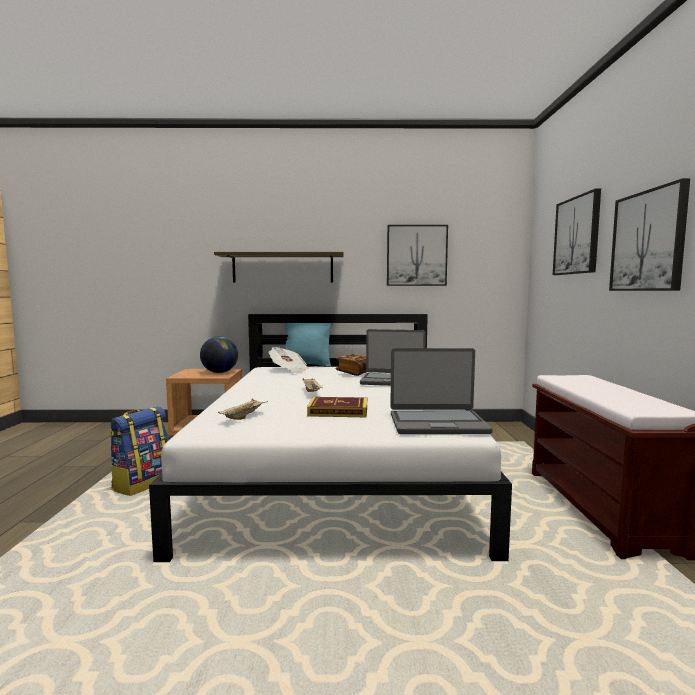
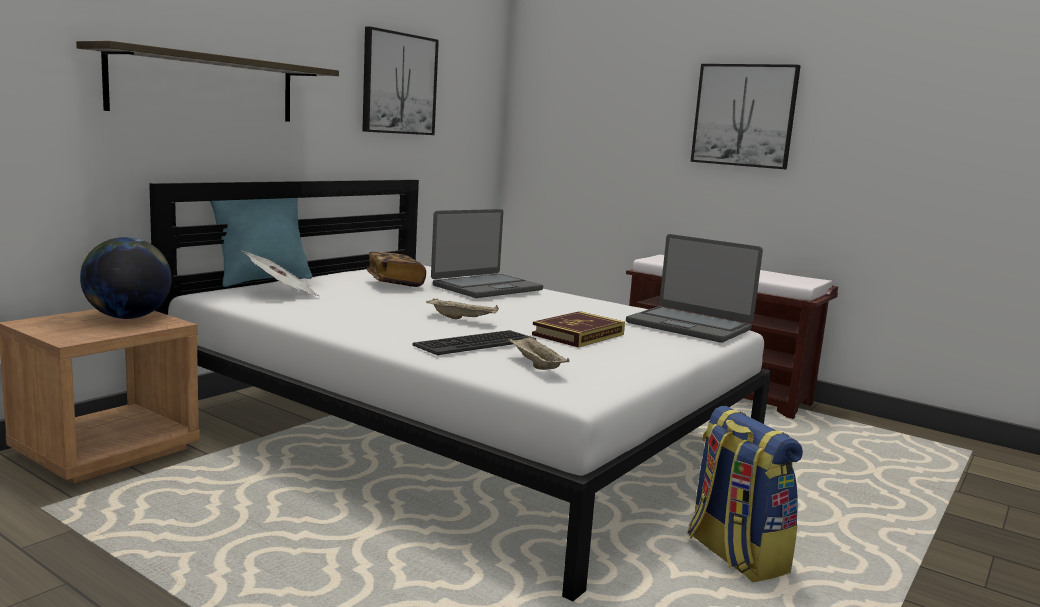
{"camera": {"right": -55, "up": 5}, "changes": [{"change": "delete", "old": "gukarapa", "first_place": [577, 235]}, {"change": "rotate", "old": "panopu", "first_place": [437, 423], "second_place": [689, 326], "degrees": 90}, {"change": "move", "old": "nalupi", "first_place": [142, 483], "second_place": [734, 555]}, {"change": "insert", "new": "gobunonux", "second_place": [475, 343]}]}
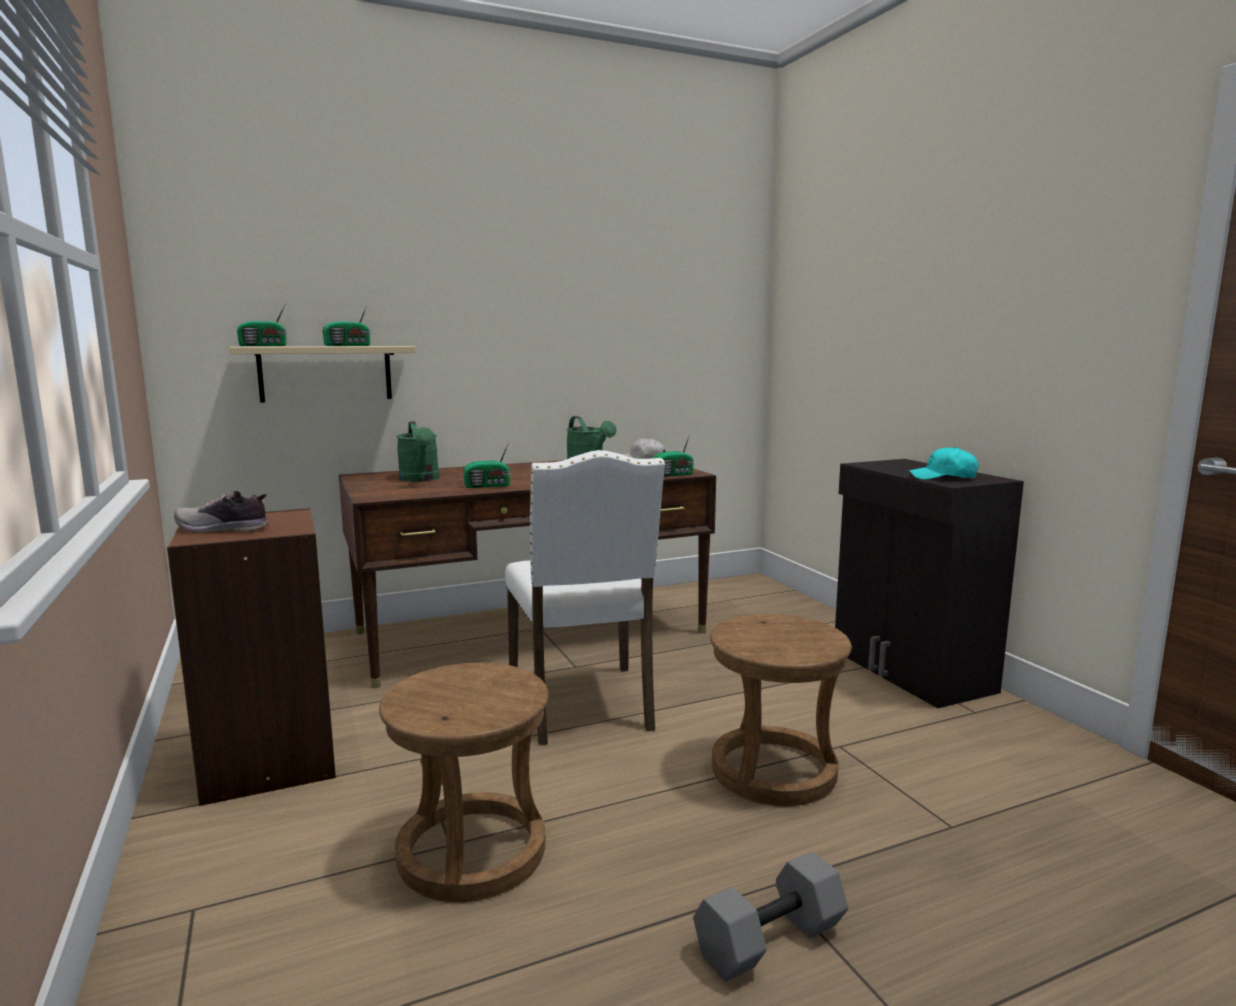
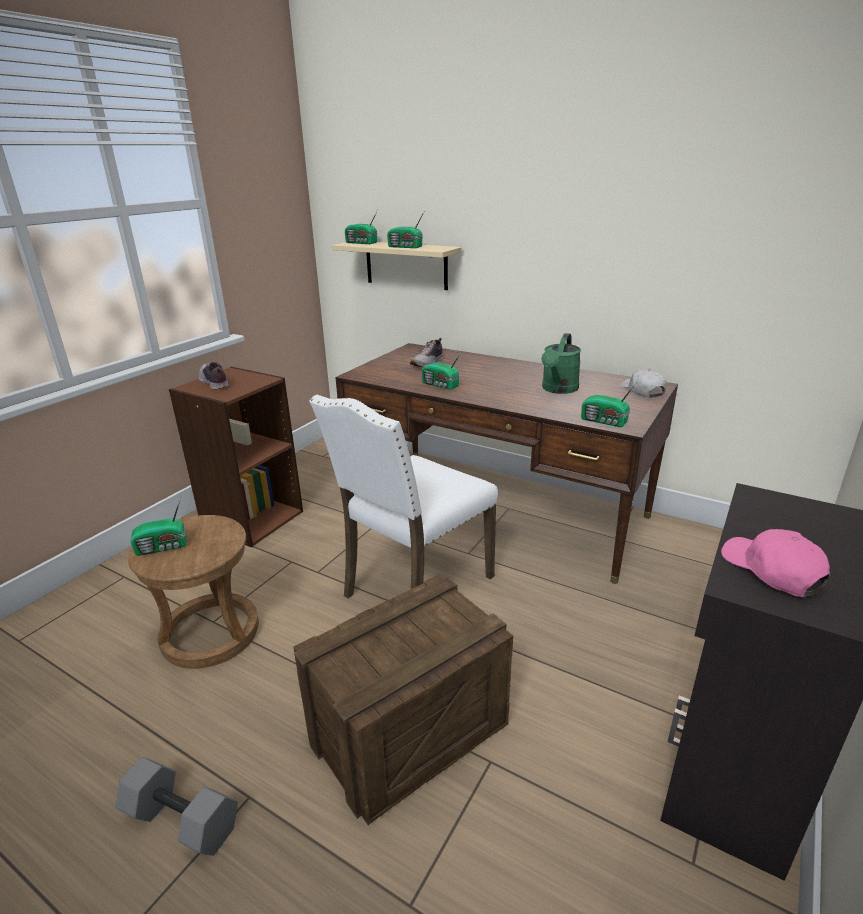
{"camera": {"right": 55, "up": 15}, "changes": [{"change": "replace", "old": "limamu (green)", "new": "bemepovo", "first_place": [420, 479], "second_place": [428, 363]}, {"change": "recolor", "old": "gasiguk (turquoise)", "new": "gasiguk (pink)", "first_place": [943, 477], "second_place": [771, 570]}, {"change": "replace", "old": "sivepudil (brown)", "new": "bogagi", "first_place": [774, 771], "second_place": [408, 732]}, {"change": "insert", "new": "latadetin", "second_place": [163, 547]}]}
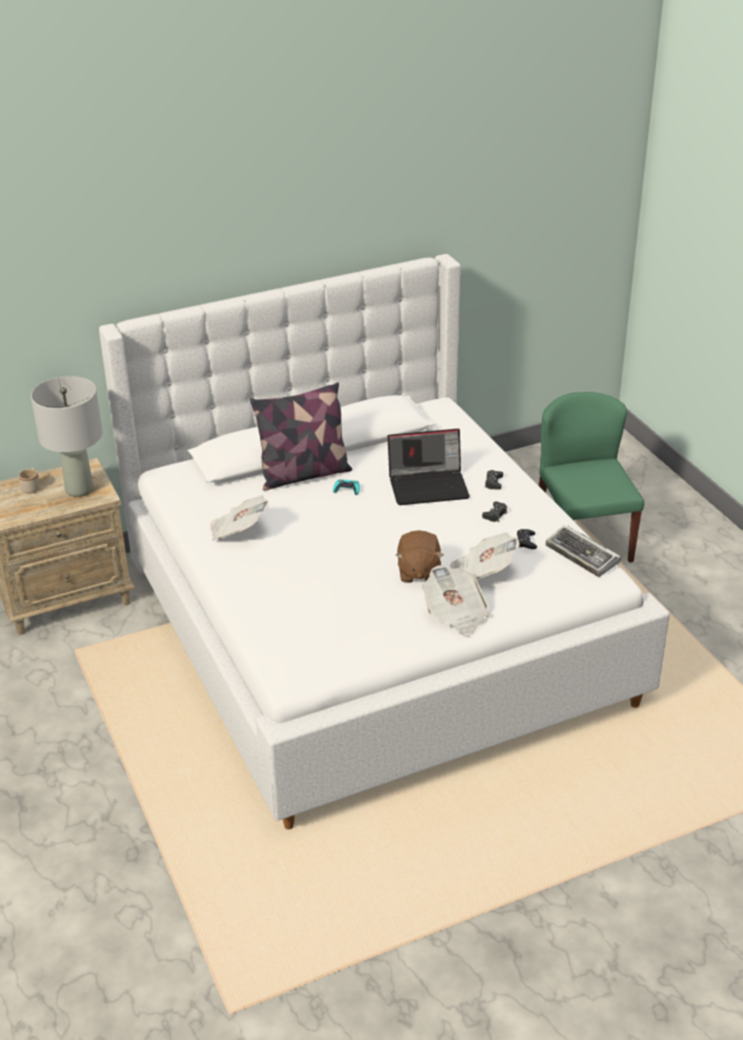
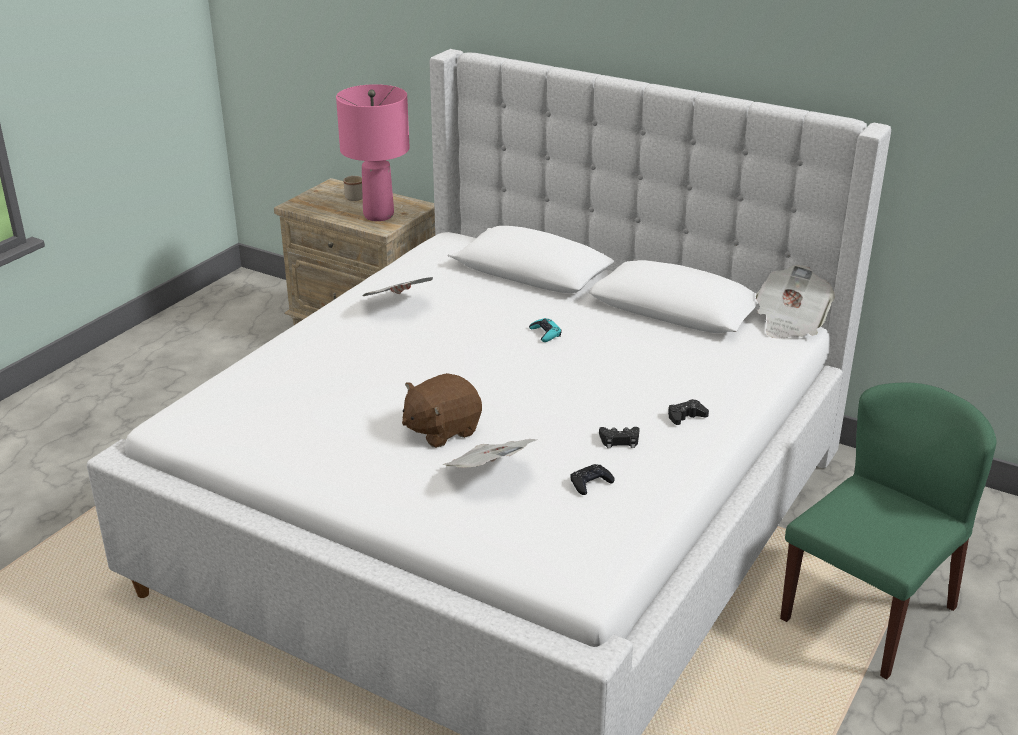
{"camera": {"right": 55, "up": -5}, "changes": [{"change": "recolor", "old": "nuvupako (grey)", "new": "nuvupako (pink)", "first_place": [79, 489], "second_place": [379, 215]}, {"change": "delete", "old": "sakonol", "first_place": [303, 474]}, {"change": "delete", "old": "panopu", "first_place": [429, 486]}, {"change": "delete", "old": "gobunonux", "first_place": [583, 555]}, {"change": "move", "old": "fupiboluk", "first_place": [455, 615], "second_place": [790, 322]}]}
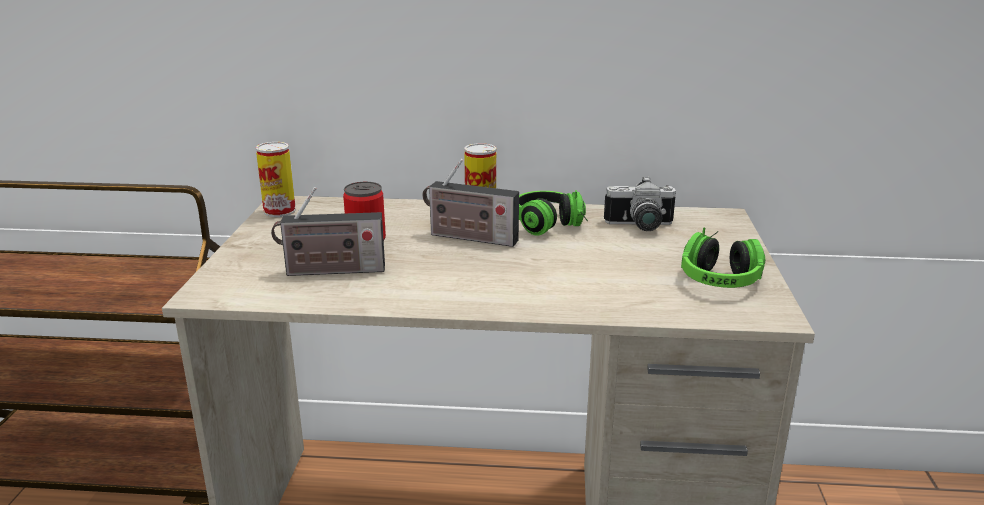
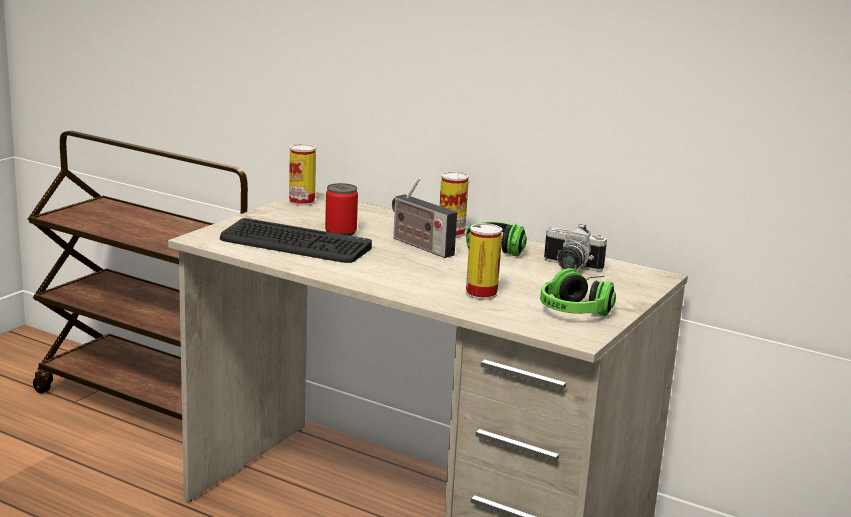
{"camera": {"right": 25, "up": -5}, "changes": [{"change": "replace", "old": "latadetin", "new": "gobunonux", "first_place": [331, 271], "second_place": [294, 244]}, {"change": "insert", "new": "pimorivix", "second_place": [481, 293]}]}
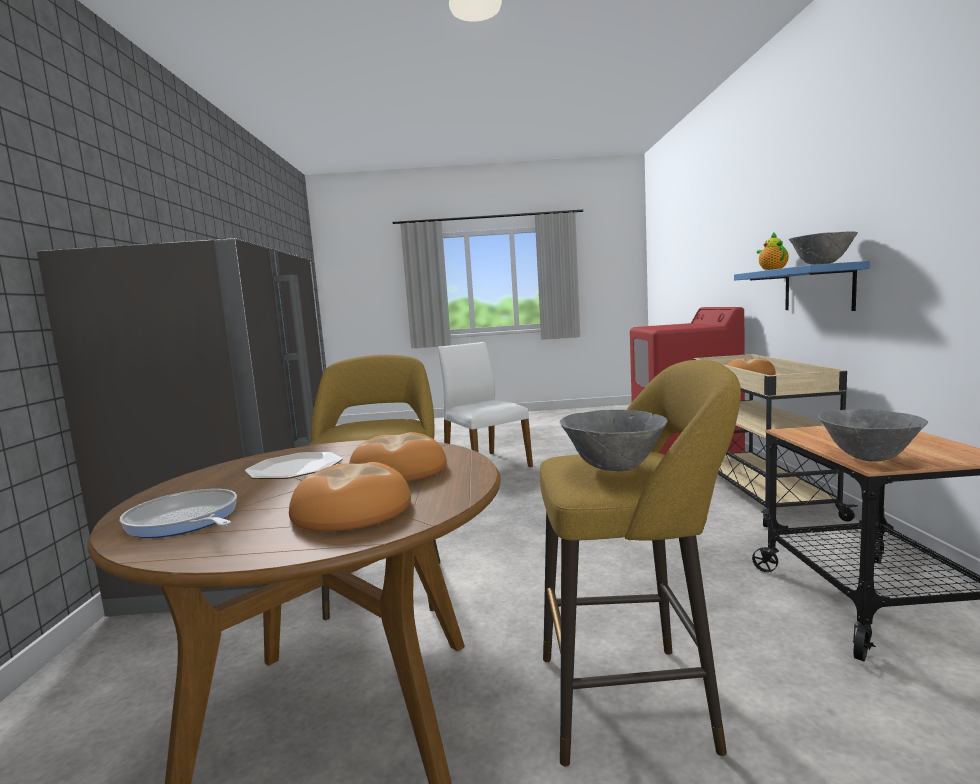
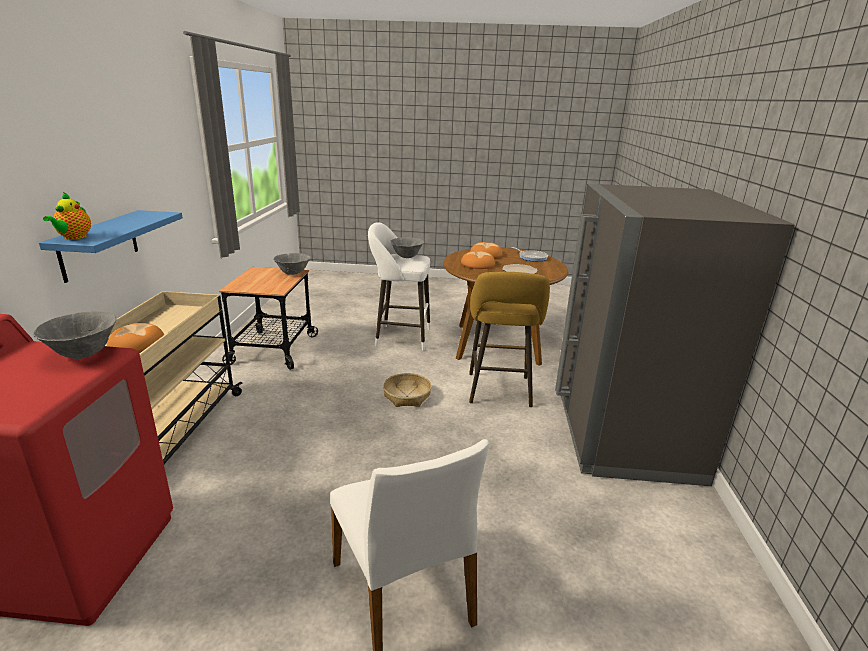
{"camera": {"right": -175, "up": 15}, "changes": [{"change": "move", "old": "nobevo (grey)", "first_place": [821, 264], "second_place": [84, 354]}, {"change": "recolor", "old": "sivepudil (yellow)", "new": "sivepudil (white)", "first_place": [635, 700], "second_place": [399, 337]}, {"change": "insert", "new": "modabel", "second_place": [406, 396]}]}
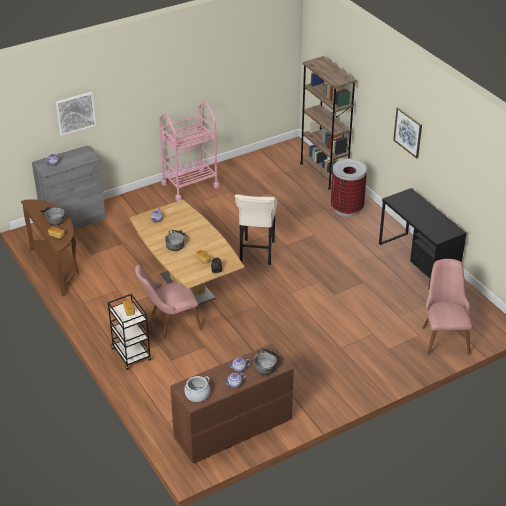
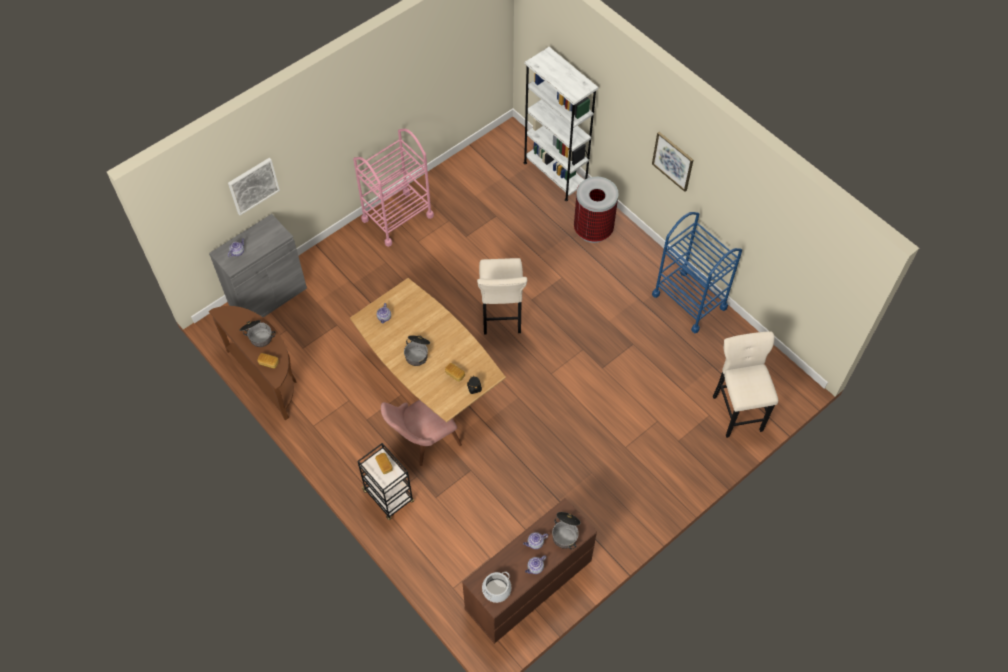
{"camera": {"right": -10, "up": 20}, "changes": [{"change": "recolor", "old": "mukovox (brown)", "new": "mukovox (white)", "first_place": [324, 173], "second_place": [555, 174]}, {"change": "replace", "old": "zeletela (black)", "new": "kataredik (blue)", "first_place": [417, 261], "second_place": [689, 301]}, {"change": "replace", "old": "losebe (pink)", "new": "sivepudil (beige)", "first_place": [443, 335], "second_place": [736, 410]}]}
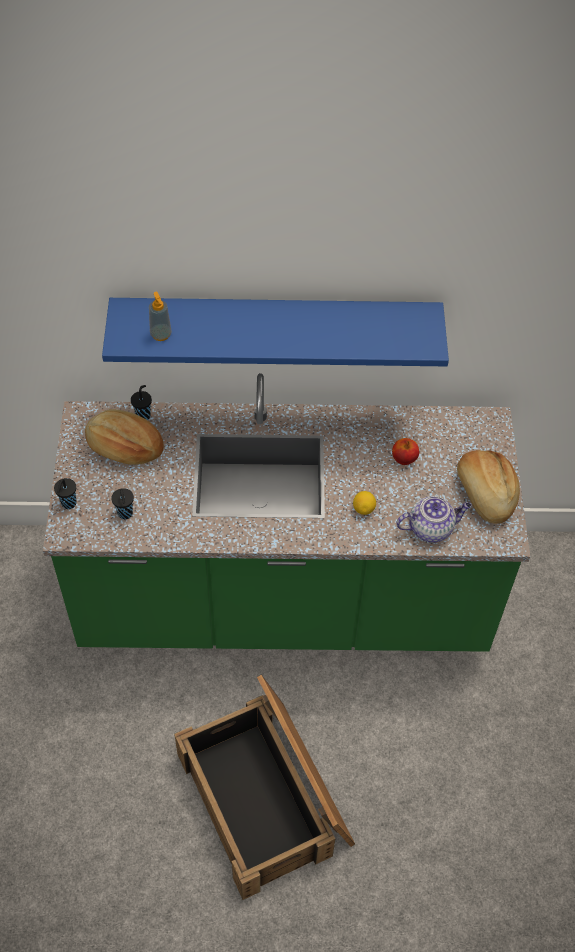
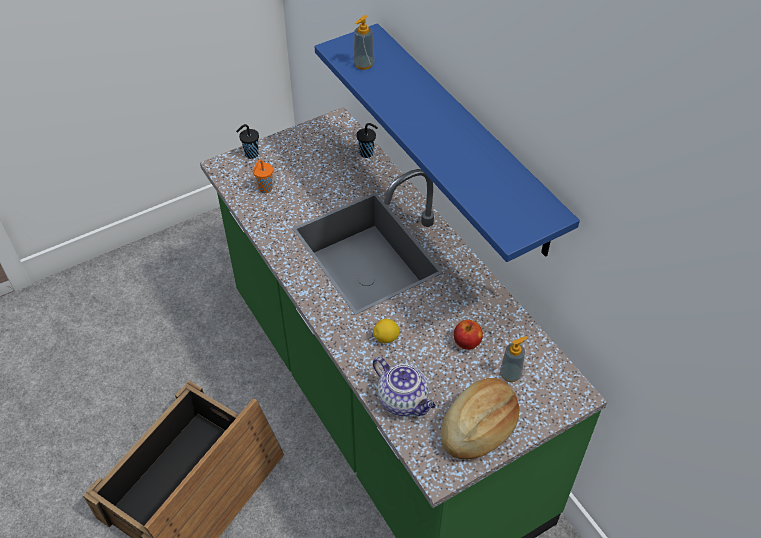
{"camera": {"right": 60, "up": -5}, "changes": [{"change": "delete", "old": "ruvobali", "first_place": [124, 447]}, {"change": "recolor", "old": "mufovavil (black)", "new": "mufovavil (orange)", "first_place": [125, 514], "second_place": [264, 189]}, {"change": "insert", "new": "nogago", "second_place": [510, 374]}]}
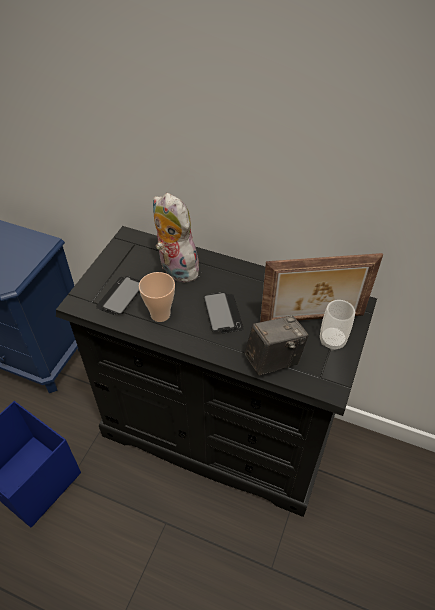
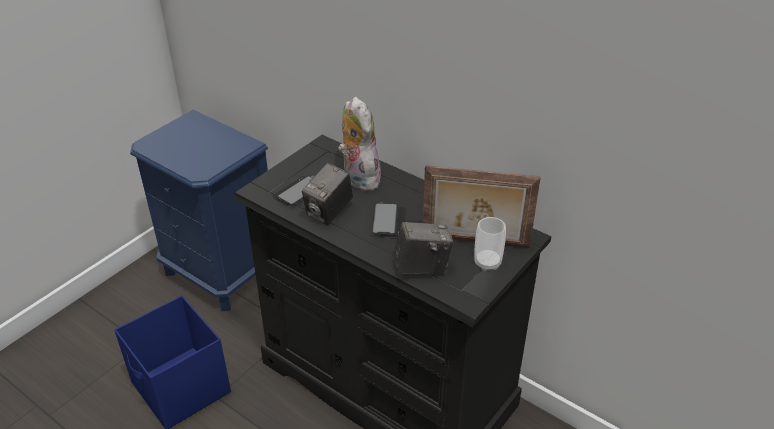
{"camera": {"right": 15, "up": -10}, "changes": [{"change": "replace", "old": "mufovavil", "new": "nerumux", "first_place": [160, 314], "second_place": [329, 212]}]}
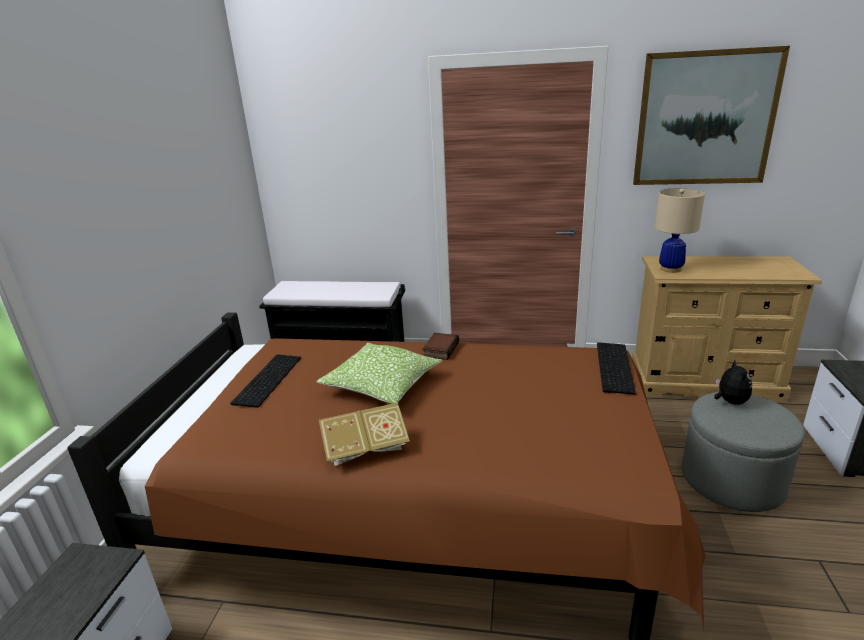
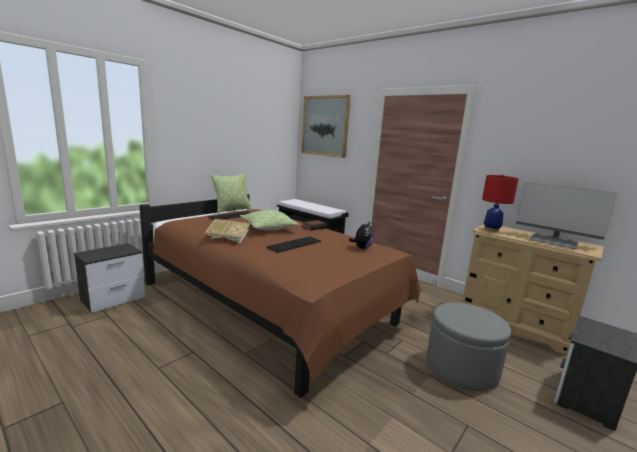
{"camera": {"right": 30, "up": -10}, "changes": [{"change": "move", "old": "gukarapa", "first_place": [705, 119], "second_place": [325, 126]}, {"change": "recolor", "old": "nuvupako (beige)", "new": "nuvupako (red)", "first_place": [670, 269], "second_place": [491, 229]}, {"change": "move", "old": "gobunonux", "first_place": [612, 366], "second_place": [294, 244]}, {"change": "move", "old": "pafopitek", "first_place": [729, 402], "second_place": [362, 248]}, {"change": "insert", "new": "sakonol", "second_place": [232, 209]}, {"change": "insert", "new": "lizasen", "second_place": [553, 241]}]}
